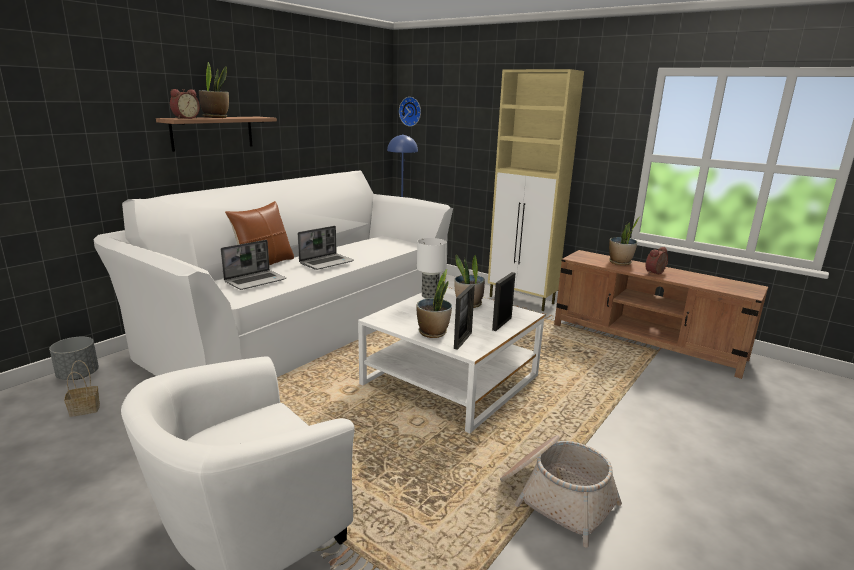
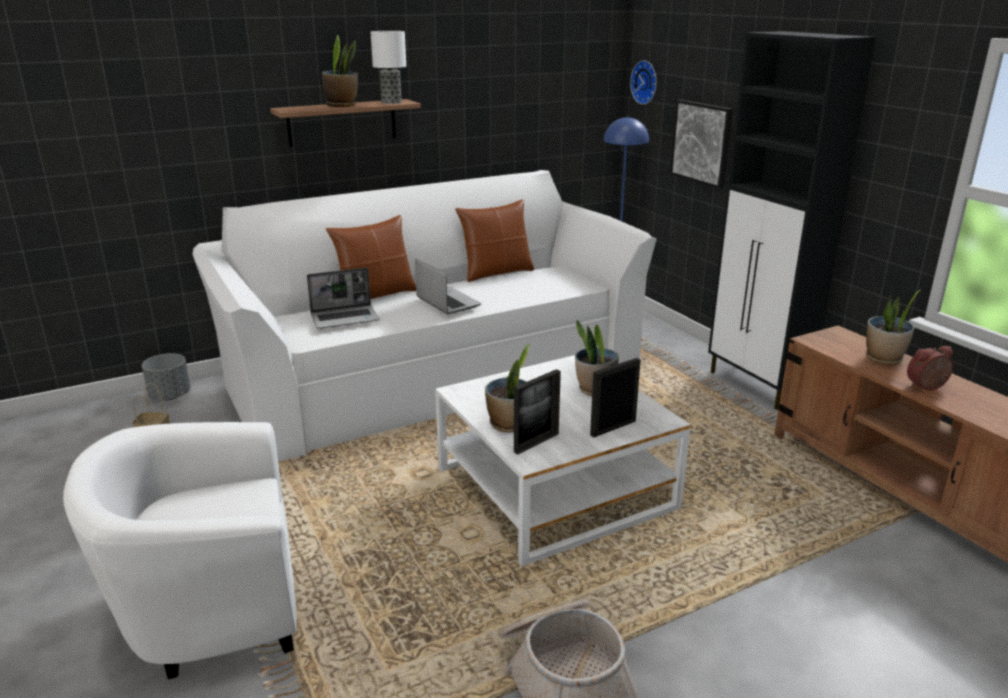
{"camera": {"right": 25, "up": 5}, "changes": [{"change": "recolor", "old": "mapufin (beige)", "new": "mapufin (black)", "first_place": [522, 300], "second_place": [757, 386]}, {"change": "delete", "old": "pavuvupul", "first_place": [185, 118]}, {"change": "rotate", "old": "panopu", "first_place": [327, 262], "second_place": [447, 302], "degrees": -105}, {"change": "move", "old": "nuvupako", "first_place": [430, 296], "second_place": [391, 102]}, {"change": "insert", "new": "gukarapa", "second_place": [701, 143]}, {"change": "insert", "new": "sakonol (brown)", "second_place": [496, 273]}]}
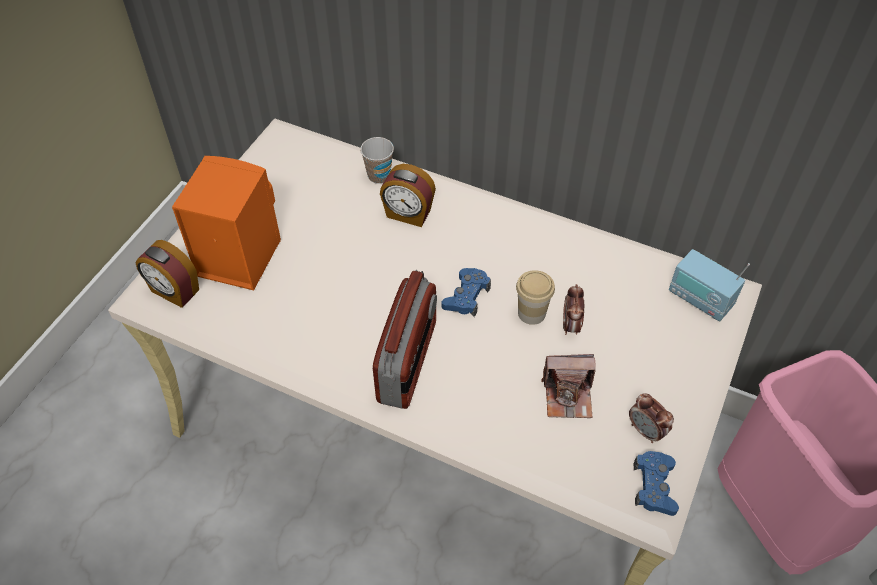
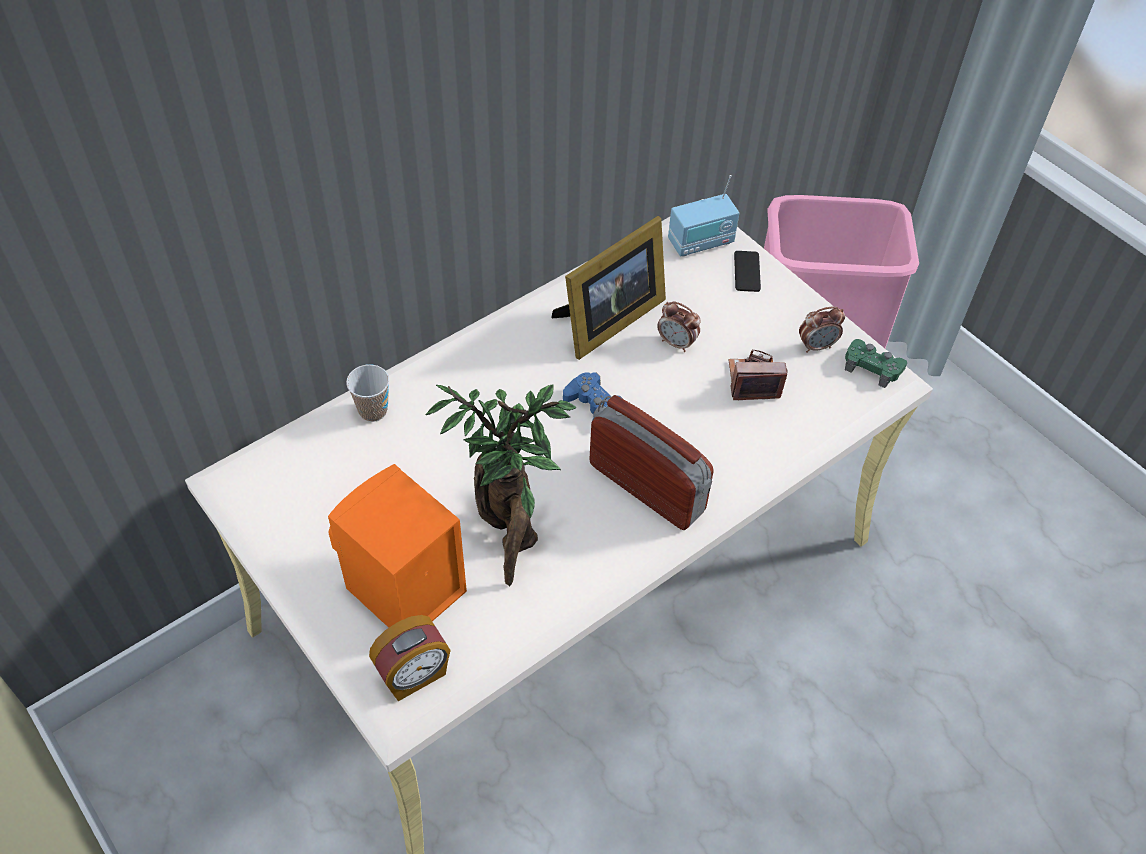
{"camera": {"right": -65, "up": 0}, "changes": [{"change": "delete", "old": "pavuvupul", "first_place": [408, 214]}, {"change": "delete", "old": "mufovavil", "first_place": [531, 313]}, {"change": "rotate", "old": "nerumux", "first_place": [568, 395], "second_place": [753, 381], "degrees": -120}, {"change": "recolor", "old": "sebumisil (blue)", "new": "sebumisil (green)", "first_place": [654, 487], "second_place": [872, 367]}, {"change": "insert", "new": "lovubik", "second_place": [607, 321]}, {"change": "insert", "new": "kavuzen", "second_place": [747, 272]}, {"change": "insert", "new": "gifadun", "second_place": [509, 535]}]}
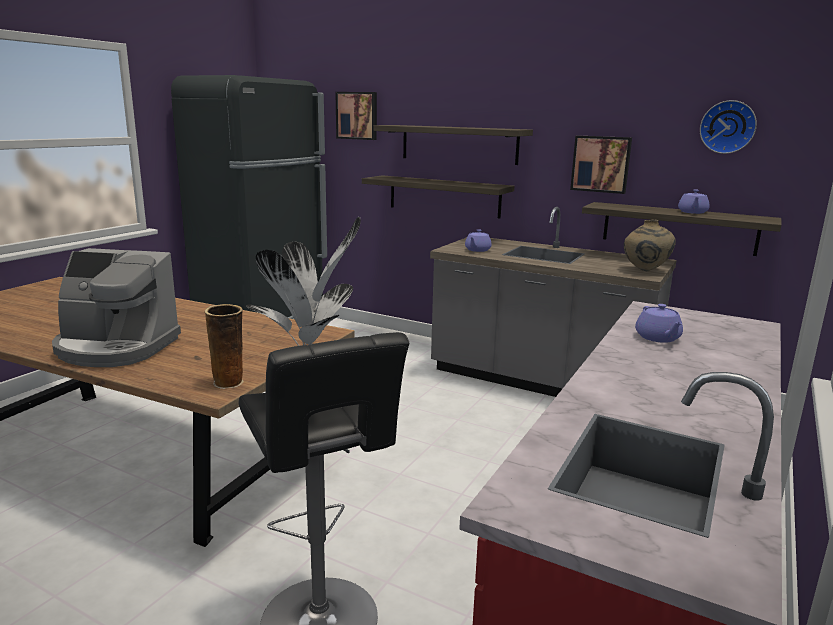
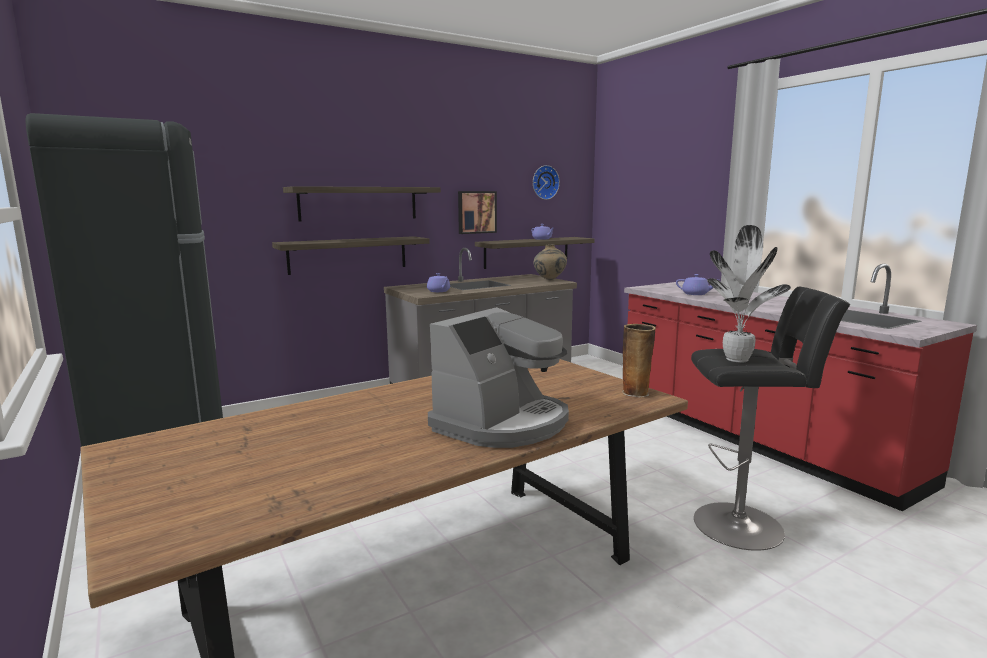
{"camera": {"right": -60, "up": -5}, "changes": [{"change": "delete", "old": "gukarapa", "first_place": [357, 115]}]}
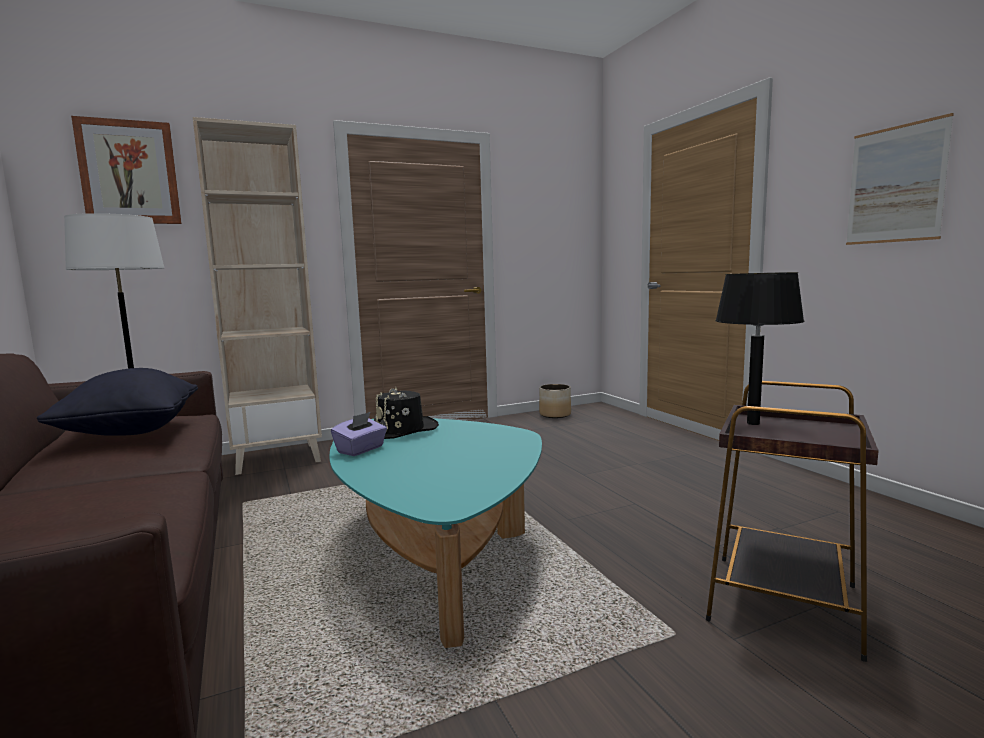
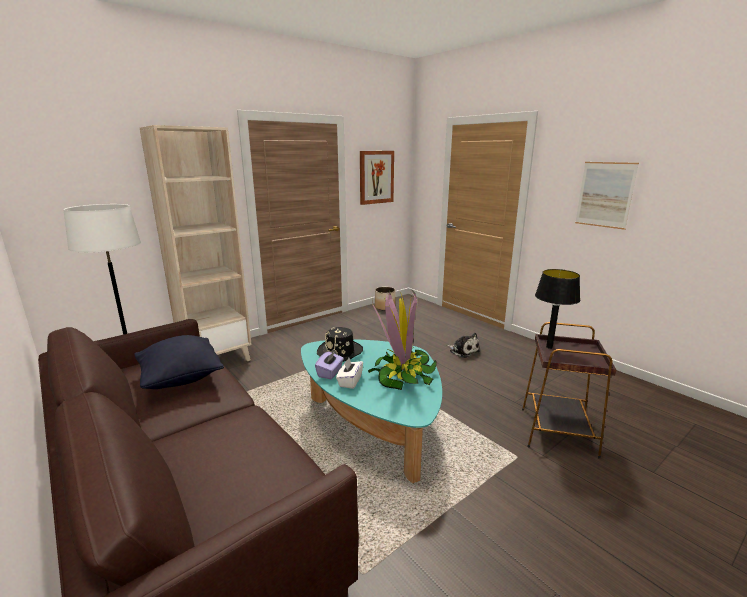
{"camera": {"right": -15, "up": 10}, "changes": [{"change": "move", "old": "gukarapa", "first_place": [129, 173], "second_place": [376, 177]}, {"change": "insert", "new": "gifadun", "second_place": [402, 374]}, {"change": "insert", "new": "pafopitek", "second_place": [463, 351]}, {"change": "insert", "new": "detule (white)", "second_place": [350, 381]}]}
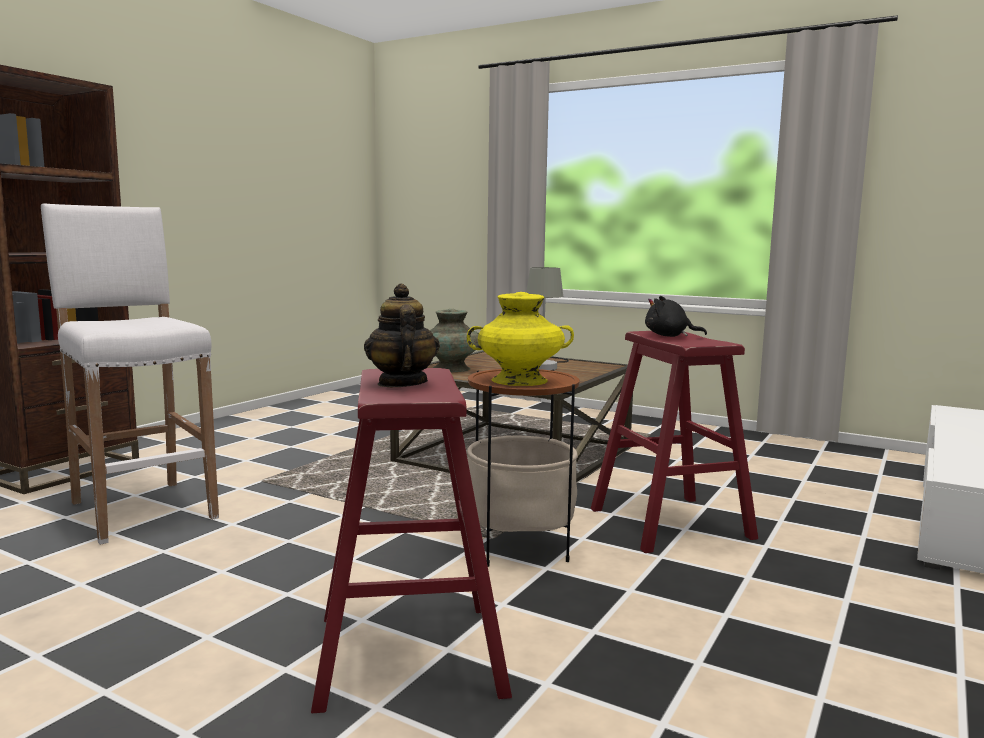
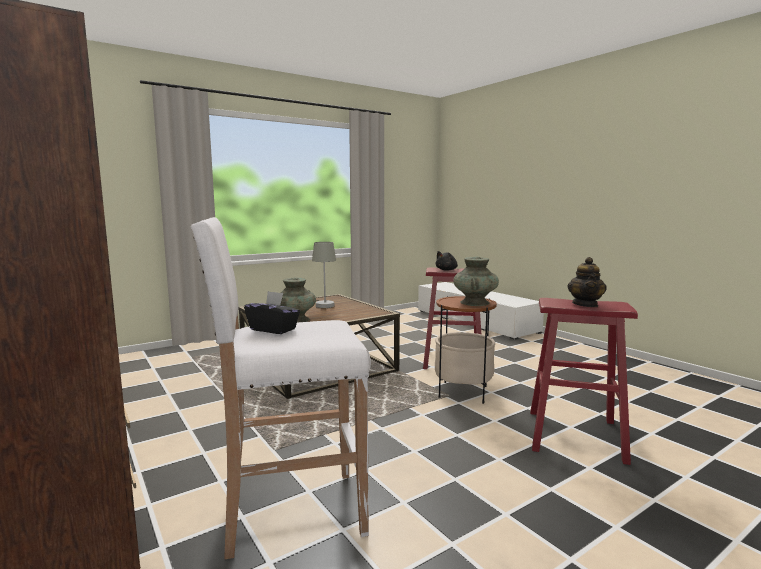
{"camera": {"right": -65, "up": 0}, "changes": [{"change": "rotate", "old": "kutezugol", "first_place": [401, 383], "second_place": [585, 305], "degrees": -90}, {"change": "recolor", "old": "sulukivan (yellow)", "new": "sulukivan (turquoise)", "first_place": [520, 380], "second_place": [474, 303]}, {"change": "insert", "new": "detule (black)", "second_place": [273, 329]}]}
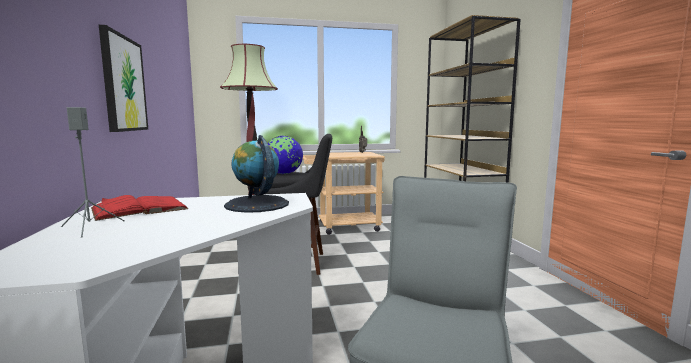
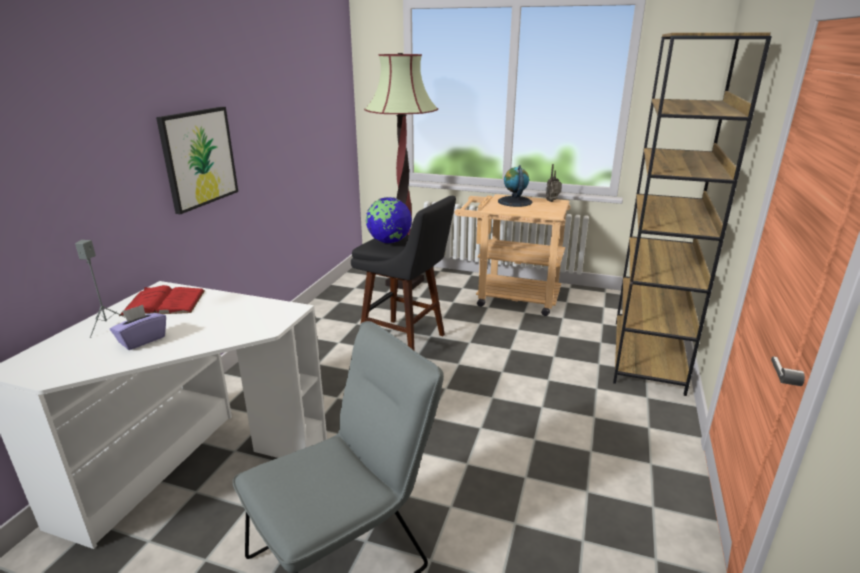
{"camera": {"right": 30, "up": 15}, "changes": [{"change": "move", "old": "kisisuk", "first_place": [257, 204], "second_place": [514, 202]}, {"change": "insert", "new": "detule (purple)", "second_place": [142, 340]}]}
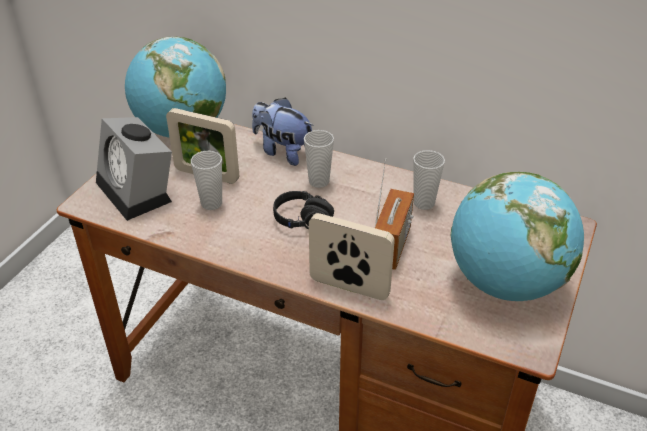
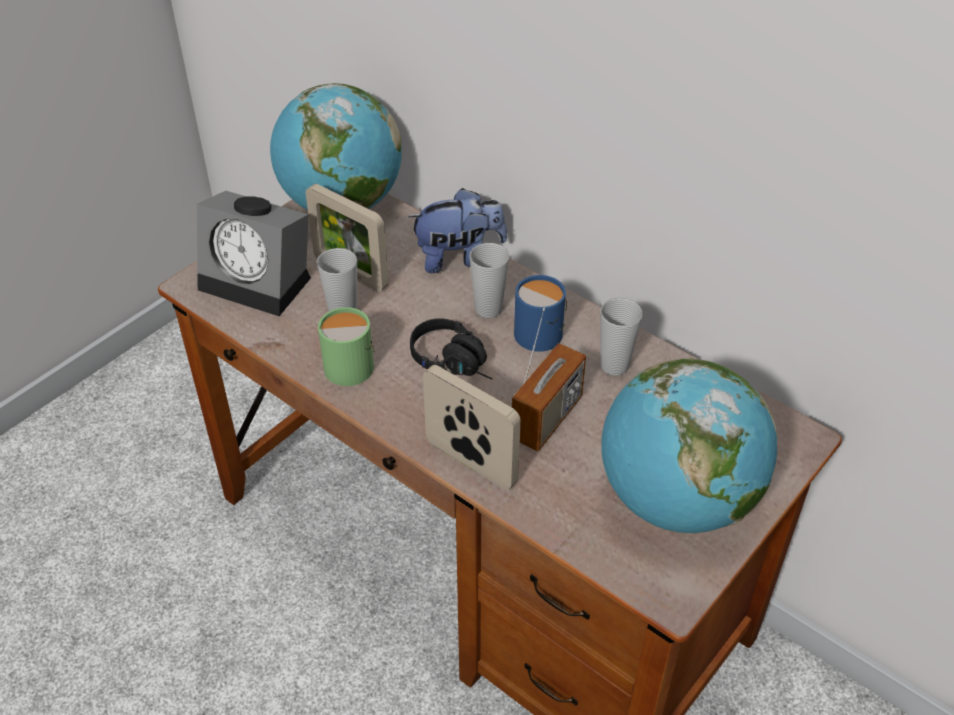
{"camera": {"right": 15, "up": 5}, "changes": [{"change": "rotate", "old": "pafopitek", "first_place": [283, 151], "second_place": [458, 257], "degrees": 120}, {"change": "rotate", "old": "pavuvupul", "first_place": [138, 191], "second_place": [260, 281], "degrees": -45}, {"change": "insert", "new": "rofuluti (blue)", "second_place": [542, 331]}, {"change": "insert", "new": "rofuluti (green)", "second_place": [349, 363]}]}
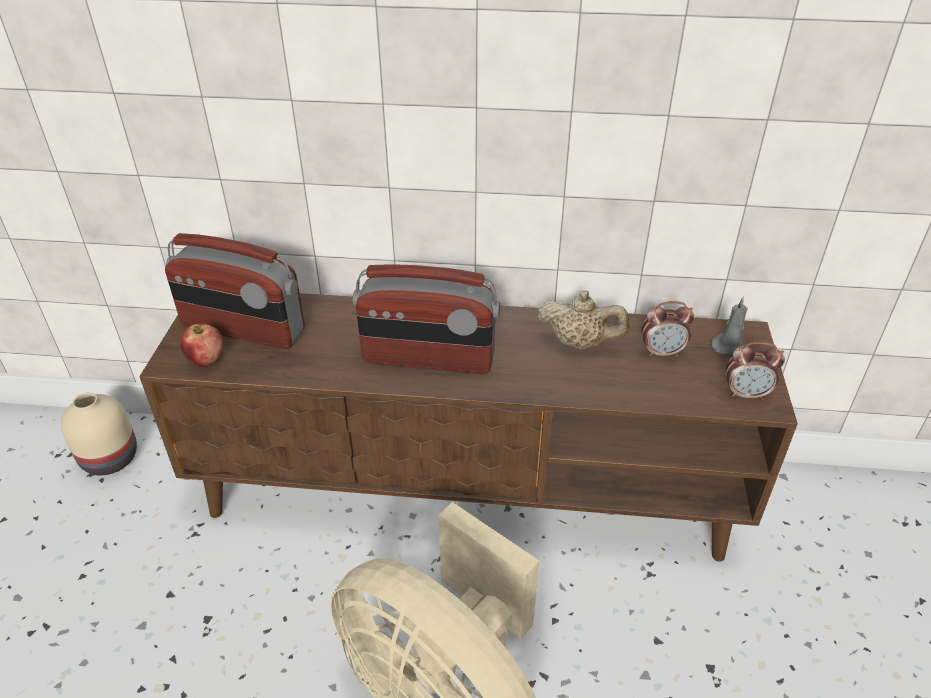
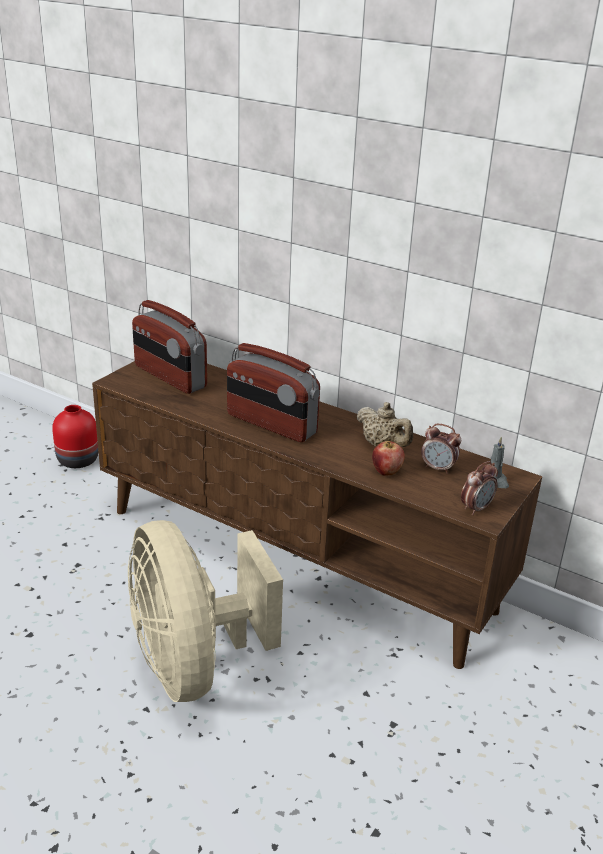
{"camera": {"right": 25, "up": -10}, "changes": [{"change": "move", "old": "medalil", "first_place": [206, 361], "second_place": [386, 472]}, {"change": "rotate", "old": "pavuvupul", "first_place": [746, 394], "second_place": [476, 508], "degrees": -75}, {"change": "recolor", "old": "sulukivan (beige)", "new": "sulukivan (red)", "first_place": [110, 457], "second_place": [78, 459]}]}
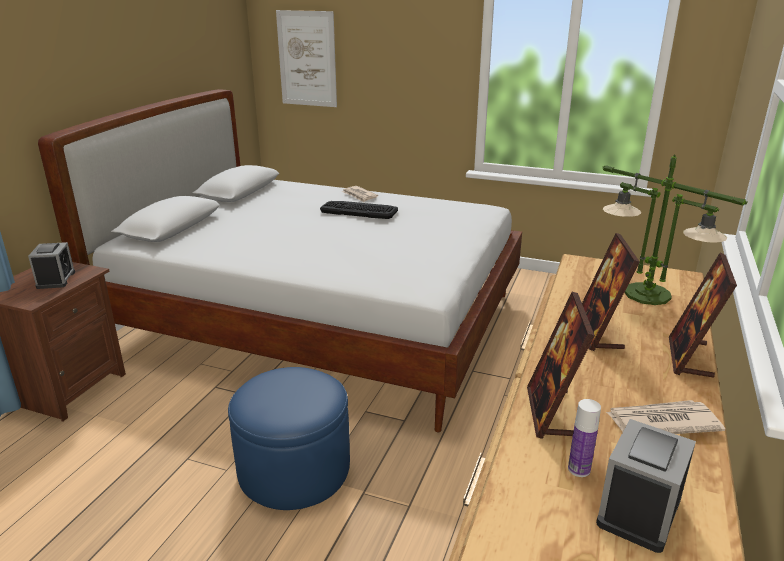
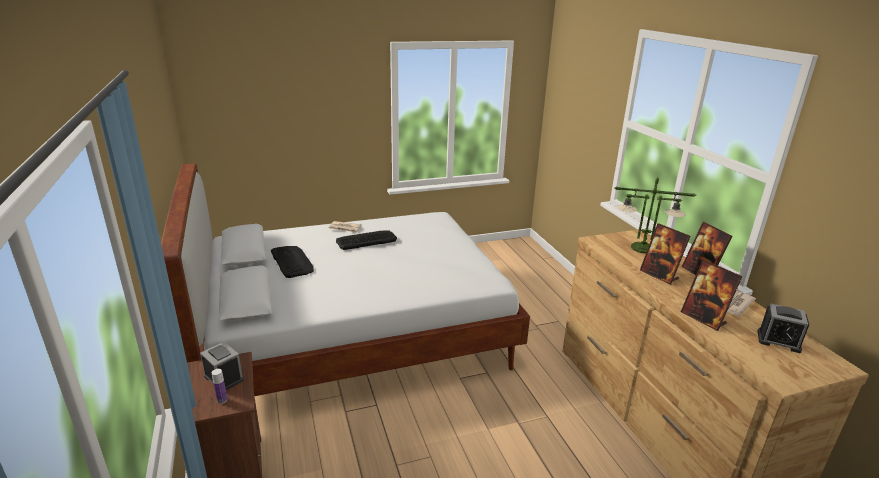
{"camera": {"right": -40, "up": 0}, "changes": [{"change": "delete", "old": "gukarapa", "first_place": [307, 59]}, {"change": "delete", "old": "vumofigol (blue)", "first_place": [294, 469]}, {"change": "move", "old": "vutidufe", "first_place": [579, 469], "second_place": [222, 400]}, {"change": "rotate", "old": "pavuvupul", "first_place": [639, 511], "second_place": [778, 341], "degrees": -60}, {"change": "insert", "new": "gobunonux", "second_place": [292, 261]}]}
